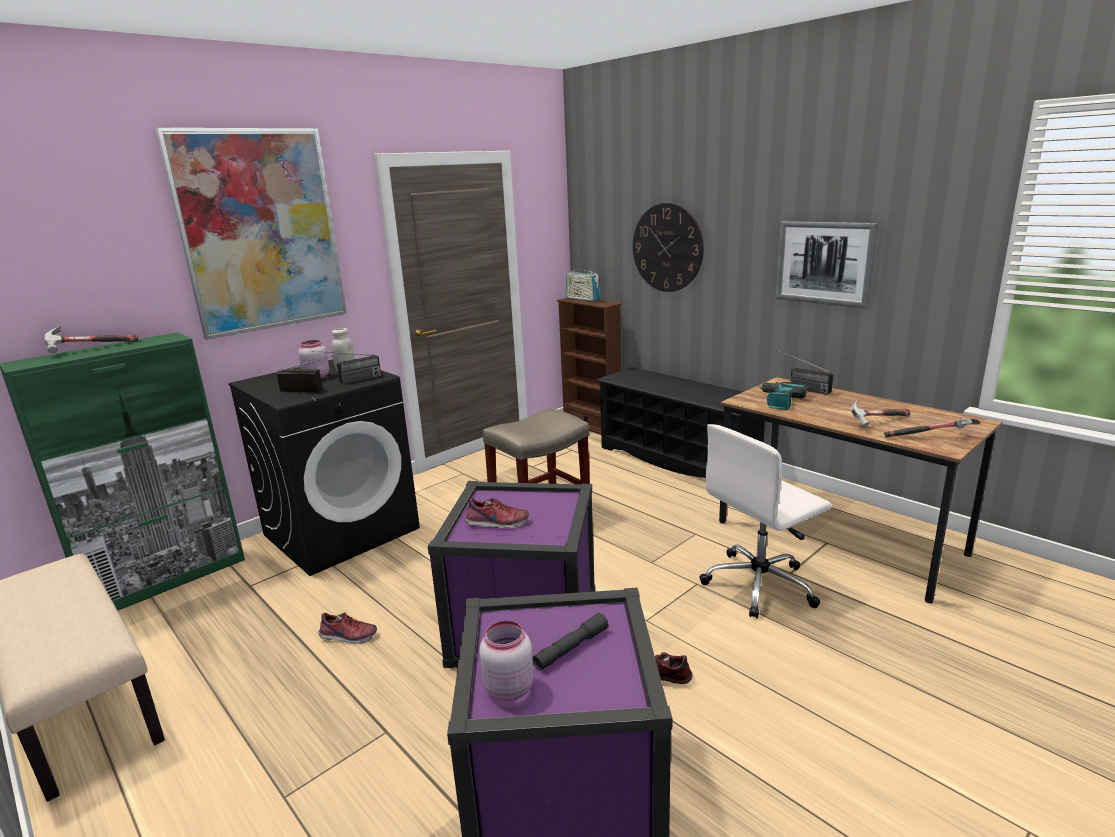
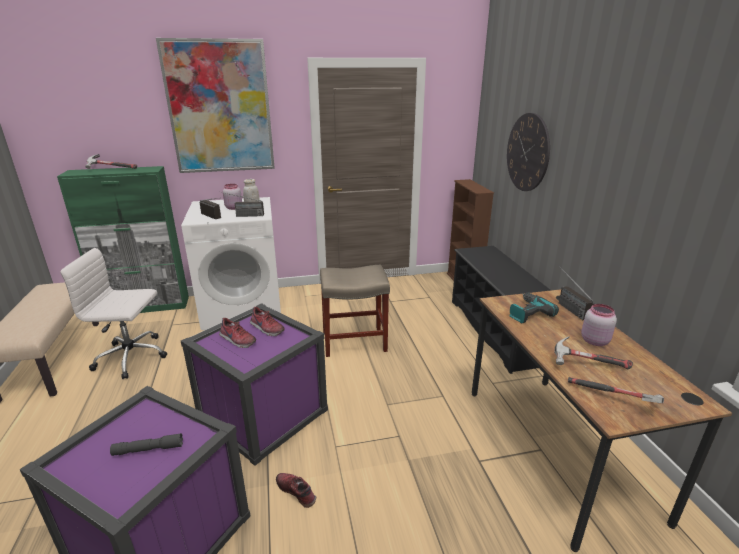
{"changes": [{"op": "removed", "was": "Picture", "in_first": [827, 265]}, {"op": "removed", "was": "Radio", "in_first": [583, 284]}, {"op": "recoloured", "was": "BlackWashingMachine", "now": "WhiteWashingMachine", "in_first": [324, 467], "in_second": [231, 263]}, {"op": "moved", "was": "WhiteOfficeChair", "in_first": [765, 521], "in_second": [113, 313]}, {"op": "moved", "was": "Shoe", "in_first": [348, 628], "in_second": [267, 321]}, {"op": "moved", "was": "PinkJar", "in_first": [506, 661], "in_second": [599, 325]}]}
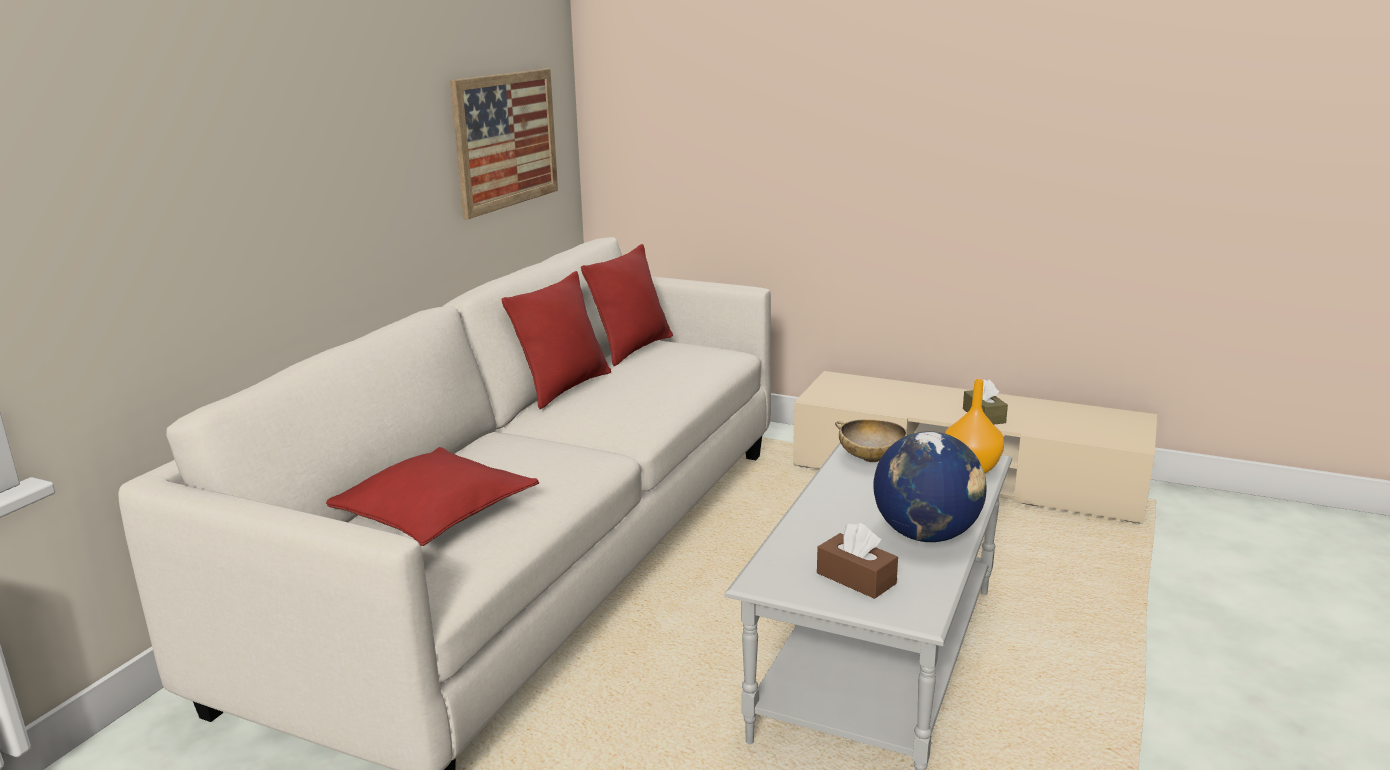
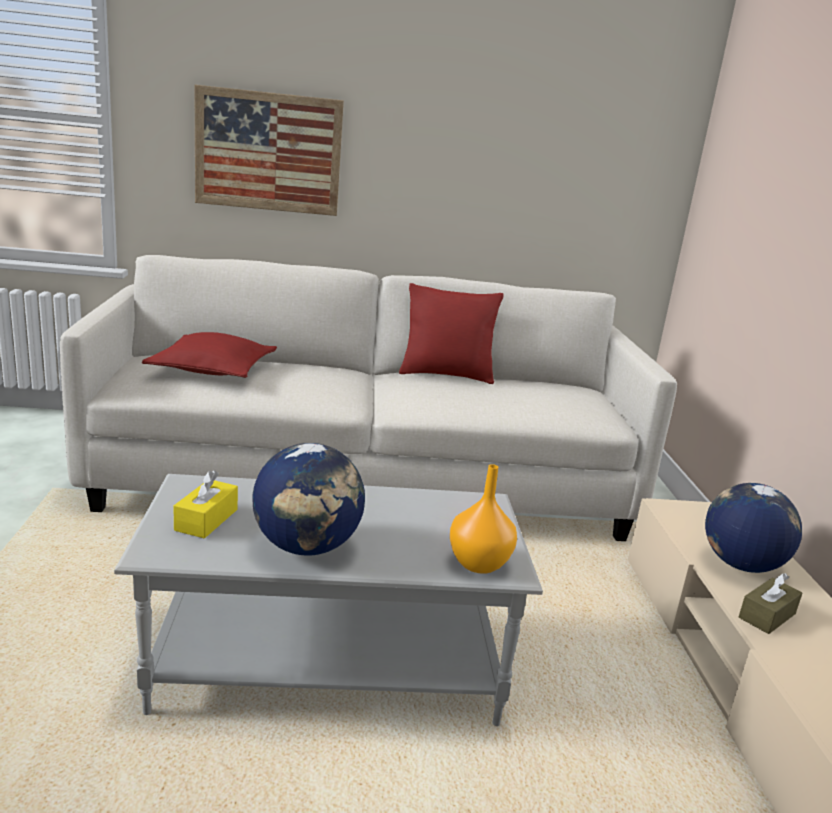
{"changes": [{"op": "moved", "was": "Picture", "in_first": [504, 144], "in_second": [269, 150]}, {"op": "removed", "was": "RedPillow", "in_first": [627, 305]}, {"op": "removed", "was": "BeigeBowl", "in_first": [871, 440]}, {"op": "recoloured", "was": "BrownTissueBox", "now": "YellowTissueBox", "in_first": [857, 561], "in_second": [205, 504]}, {"op": "added", "now": "Globe", "in_second": [753, 528]}]}
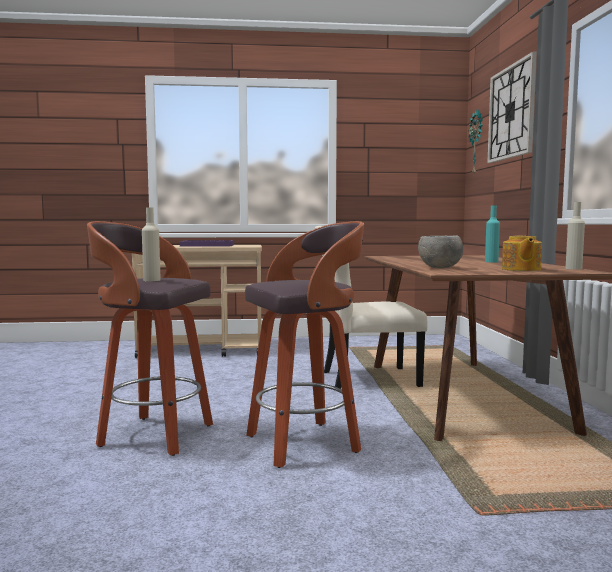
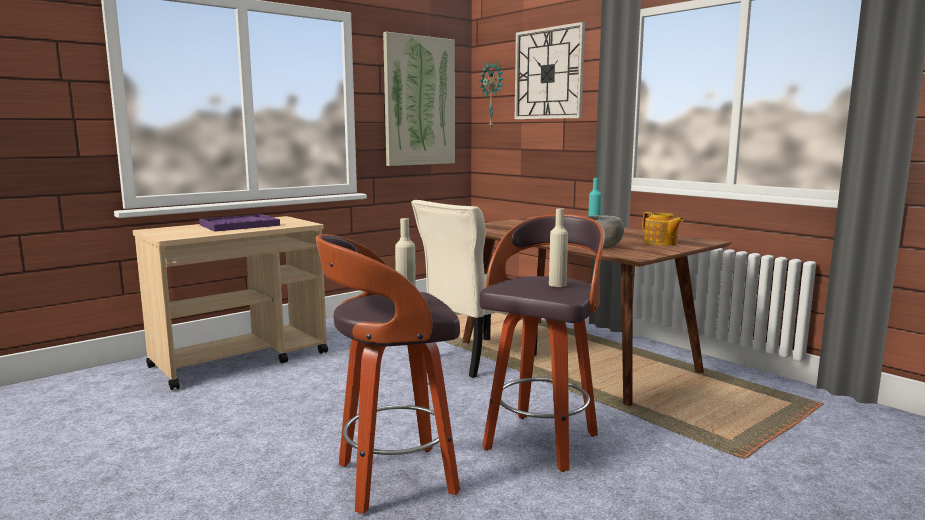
{"changes": [{"op": "moved", "was": "BeigeBottle", "in_first": [575, 236], "in_second": [558, 247]}, {"op": "added", "now": "Picture", "in_second": [419, 99]}]}
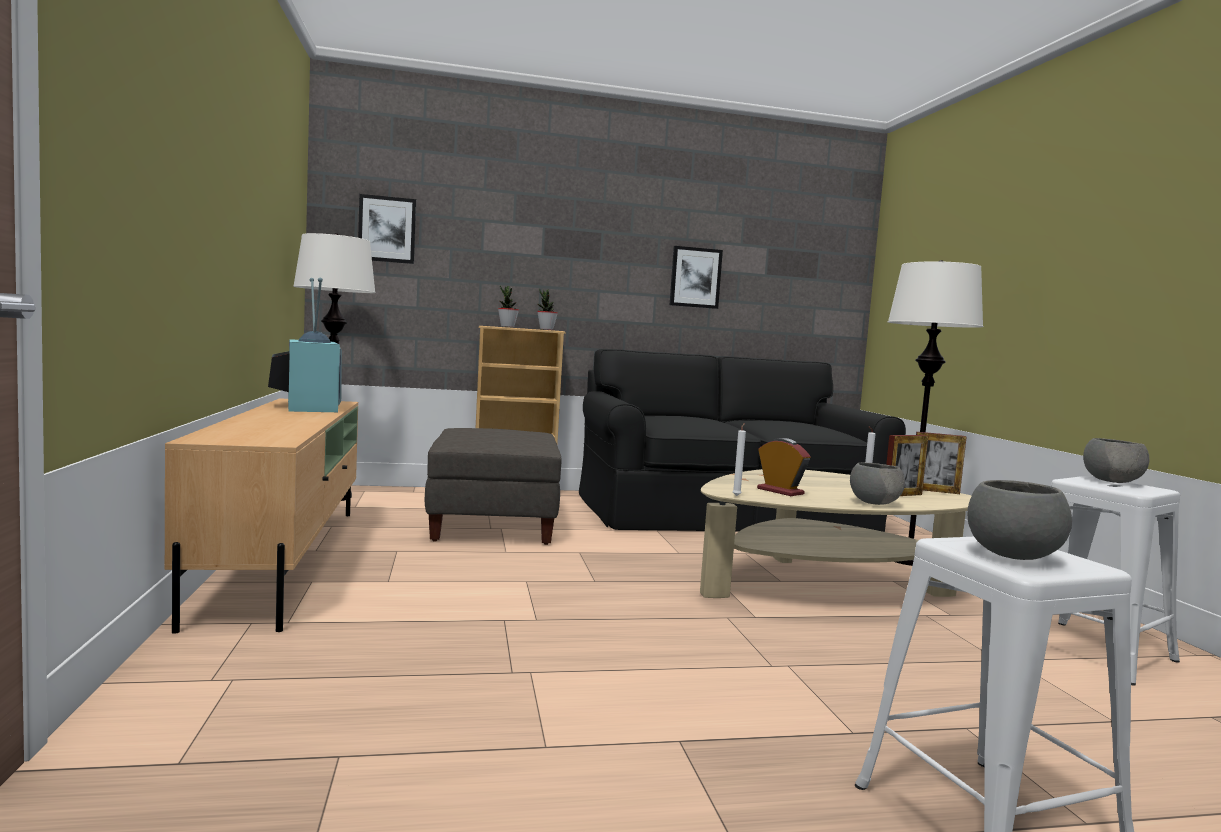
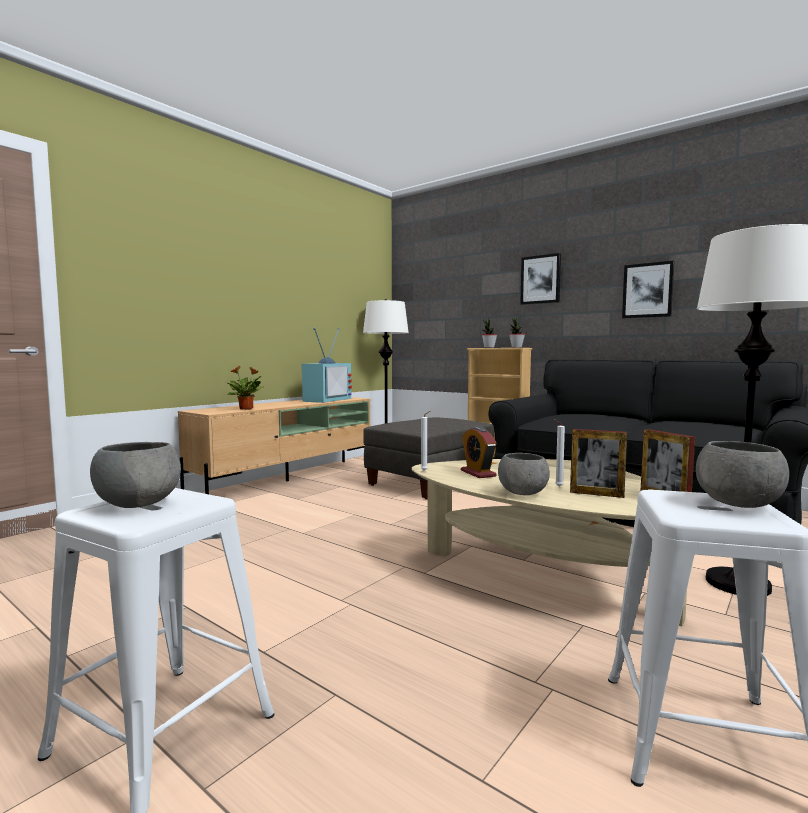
{"changes": [{"op": "moved", "was": "Picture", "in_first": [387, 229], "in_second": [540, 279]}, {"op": "turned", "was": "AlarmClock", "in_first": [783, 467], "in_second": [479, 452], "clockwise": 150}, {"op": "added", "now": "PottedPlant", "in_second": [245, 388]}]}
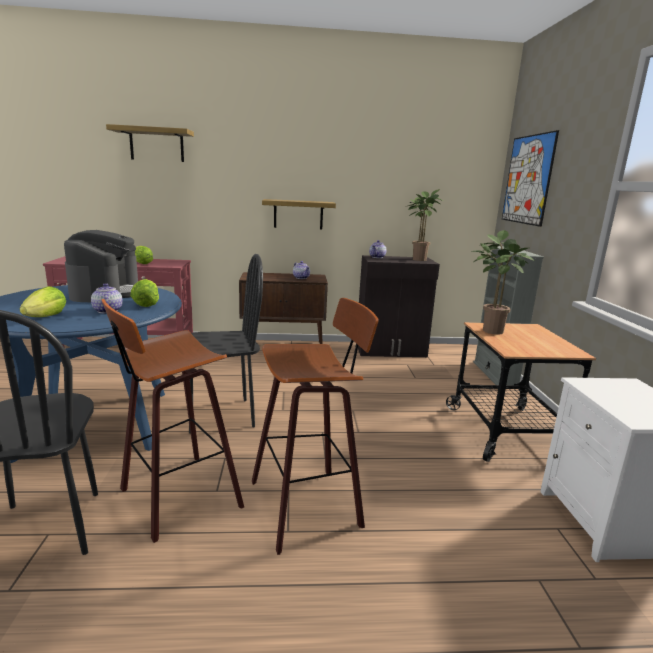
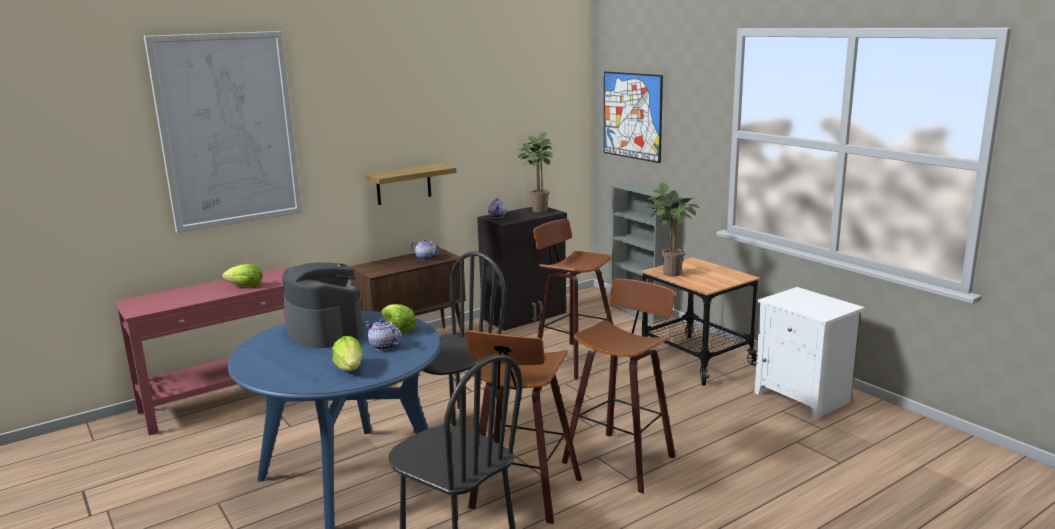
{"changes": [{"op": "replaced", "was": "Shelf", "now": "Picture", "in_first": [150, 143], "in_second": [223, 132]}, {"op": "added", "now": "Stool", "in_second": [575, 299]}]}
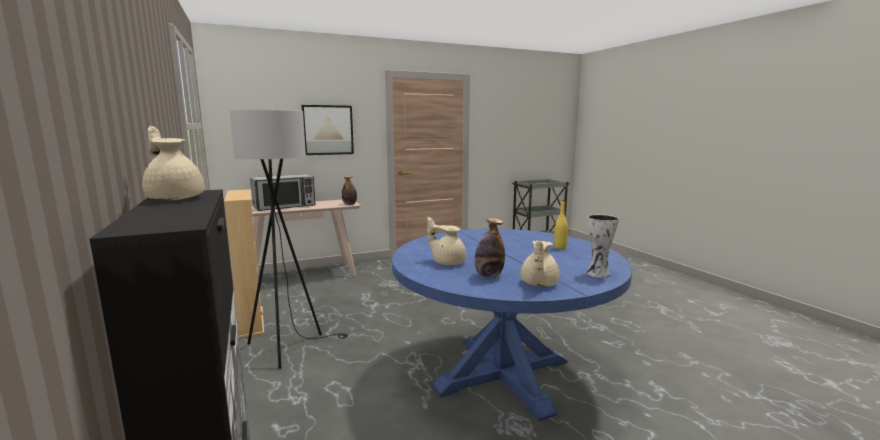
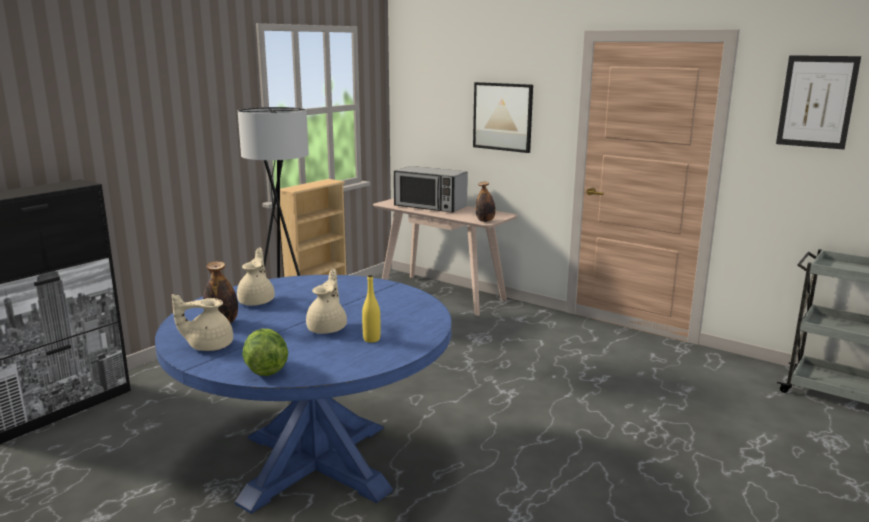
{"changes": [{"op": "moved", "was": "BeigeTeapot", "in_first": [173, 163], "in_second": [326, 301]}, {"op": "replaced", "was": "Vase", "now": "Lettuce", "in_first": [603, 246], "in_second": [265, 352]}, {"op": "added", "now": "Picture", "in_second": [818, 102]}]}
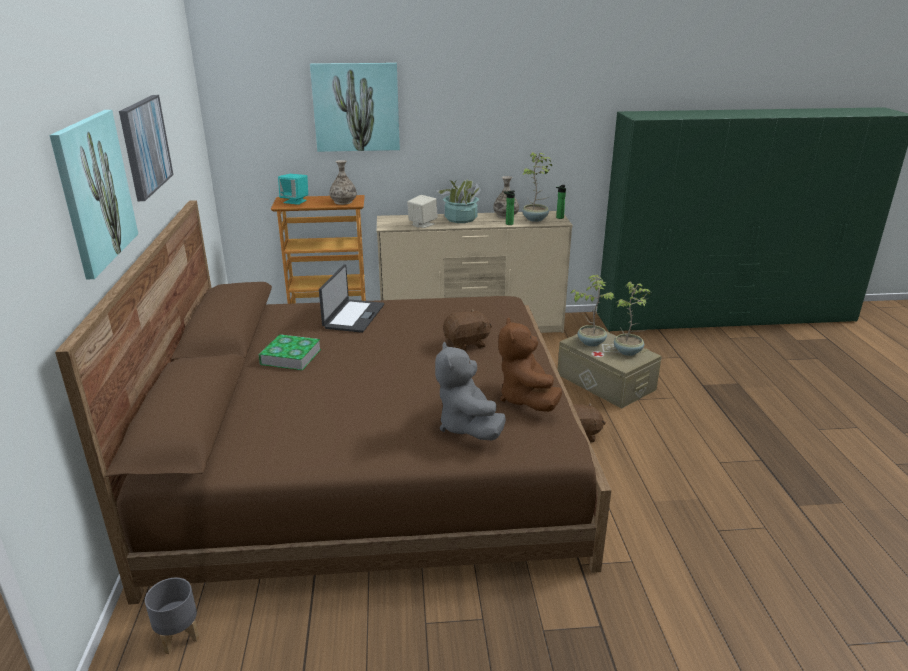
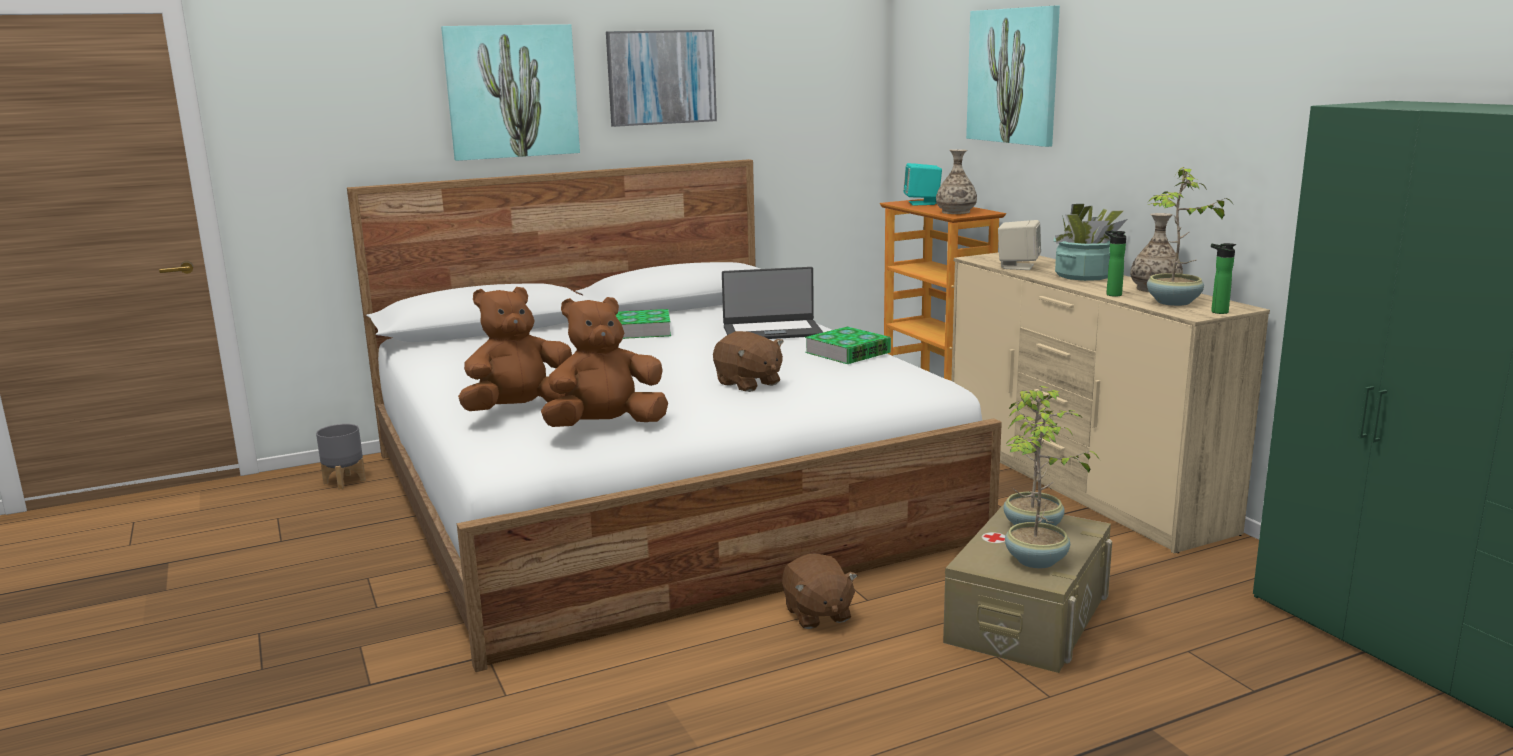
{"changes": [{"op": "recoloured", "was": "BrownBed", "now": "WhiteBed", "in_first": [333, 402], "in_second": [674, 415]}, {"op": "recoloured", "was": "GreyPlushToy", "now": "BrownPlushToy", "in_first": [470, 391], "in_second": [515, 349]}, {"op": "added", "now": "Book", "in_second": [848, 345]}]}
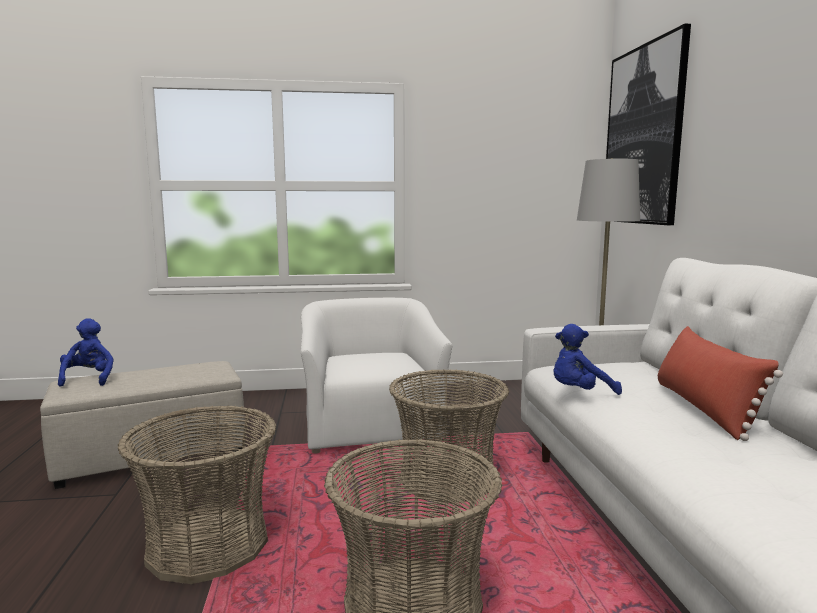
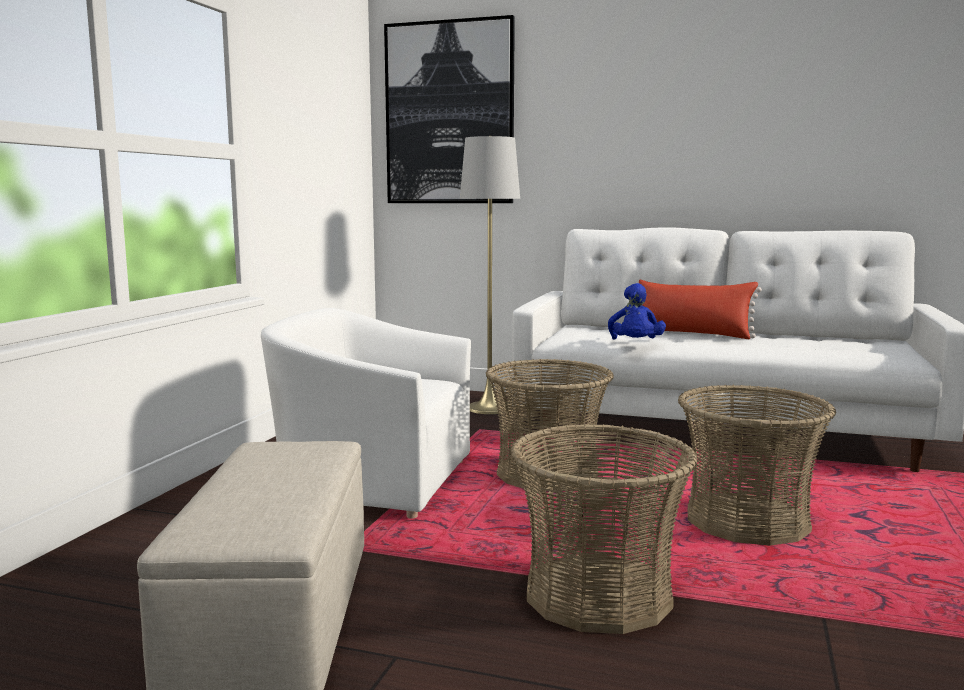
{"changes": [{"op": "removed", "was": "BluePlushToy", "in_first": [86, 352]}]}
